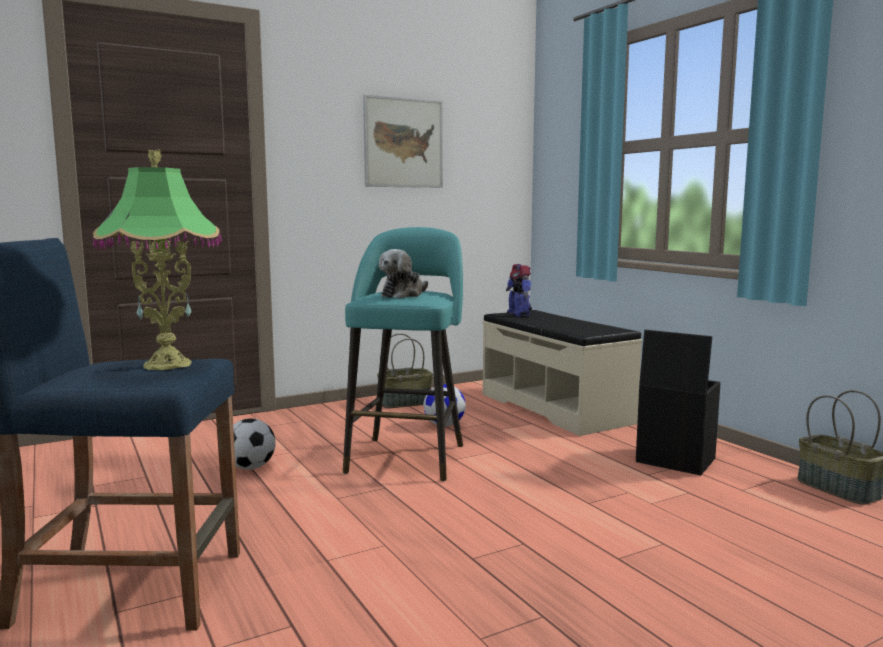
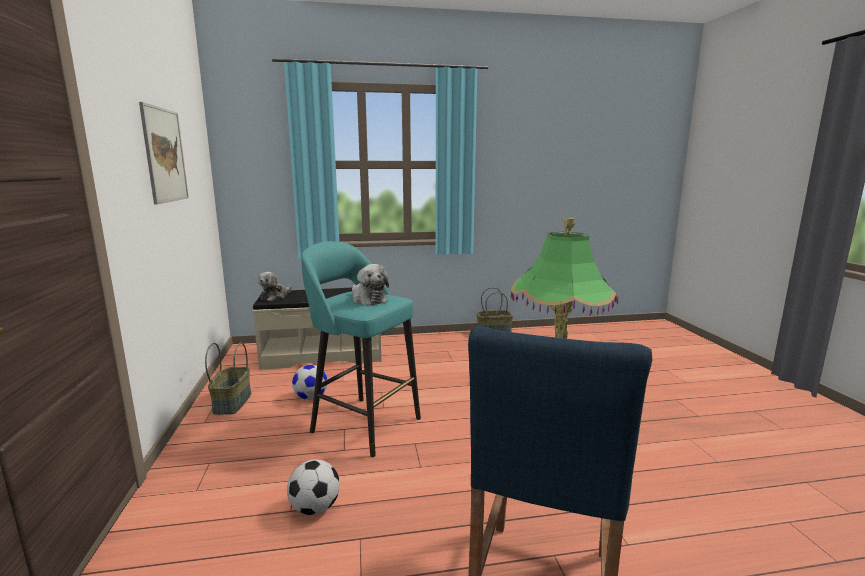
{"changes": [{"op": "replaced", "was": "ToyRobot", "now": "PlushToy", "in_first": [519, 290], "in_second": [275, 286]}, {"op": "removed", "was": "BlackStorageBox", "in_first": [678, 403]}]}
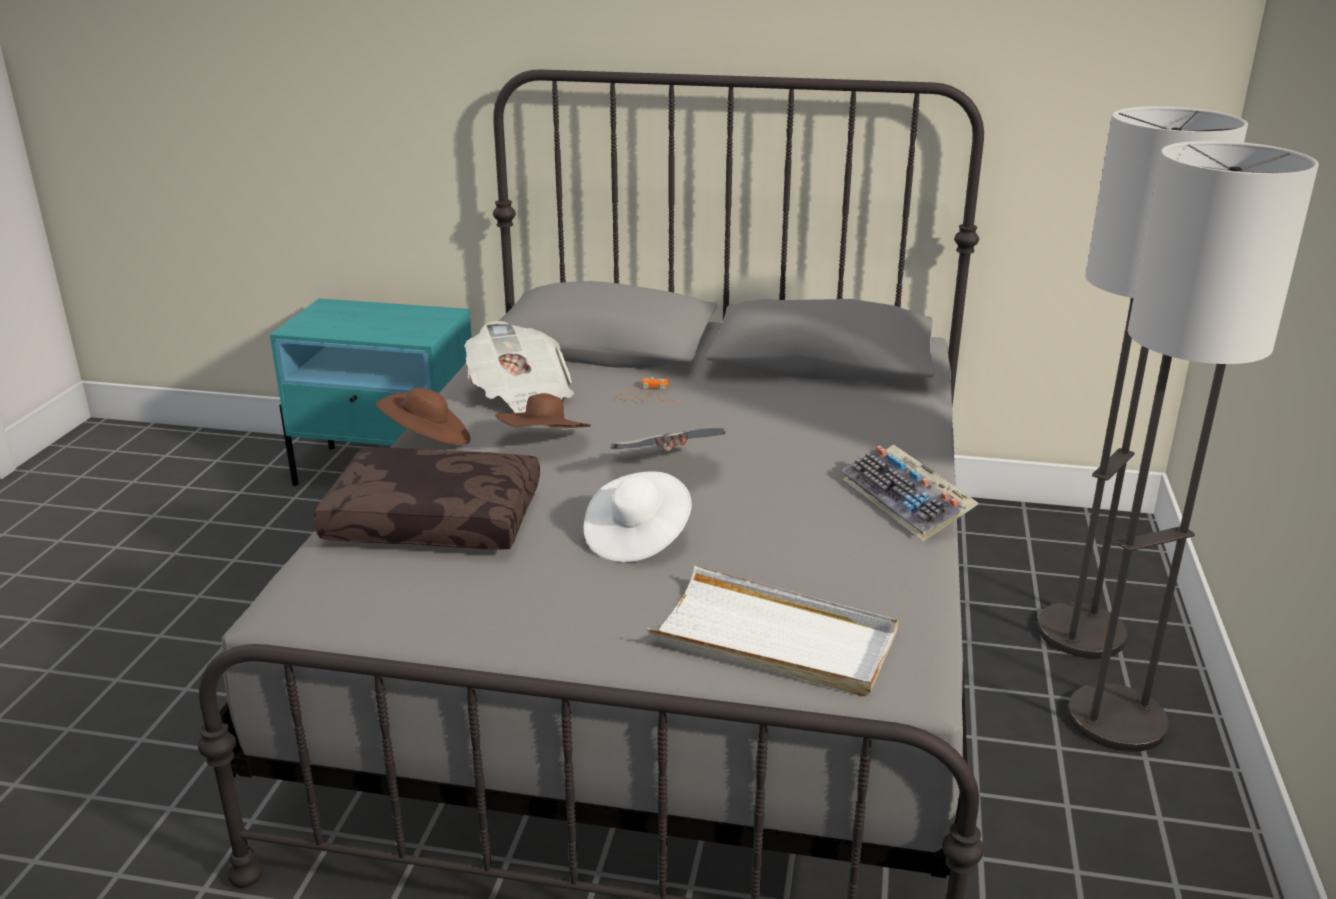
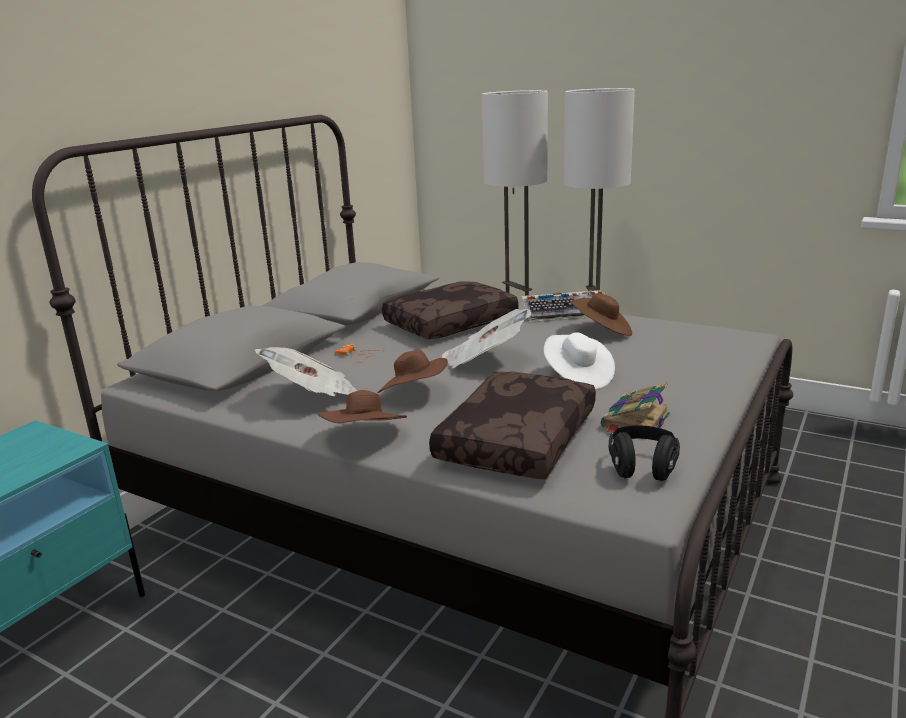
{"changes": [{"op": "removed", "was": "WhiteTray", "in_first": [772, 631]}, {"op": "added", "now": "BrownPillow", "in_second": [450, 310]}, {"op": "added", "now": "BrownHat", "in_second": [601, 314]}, {"op": "added", "now": "Book", "in_second": [635, 407]}, {"op": "added", "now": "BlackHeadphones", "in_second": [644, 453]}]}
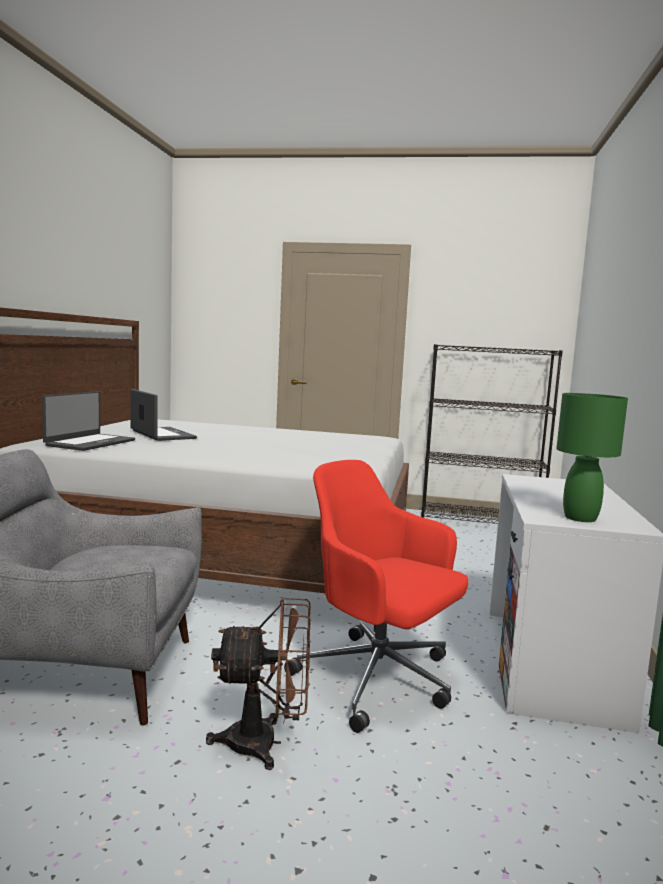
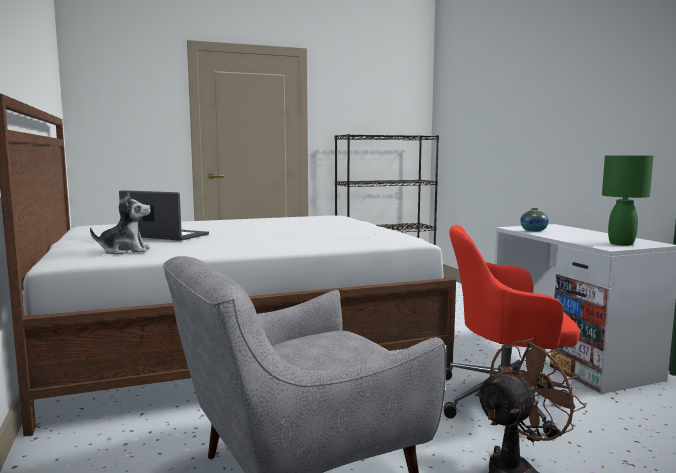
{"changes": [{"op": "replaced", "was": "Laptop", "now": "PlushToy", "in_first": [88, 421], "in_second": [120, 222]}, {"op": "added", "now": "Vase", "in_second": [534, 220]}]}
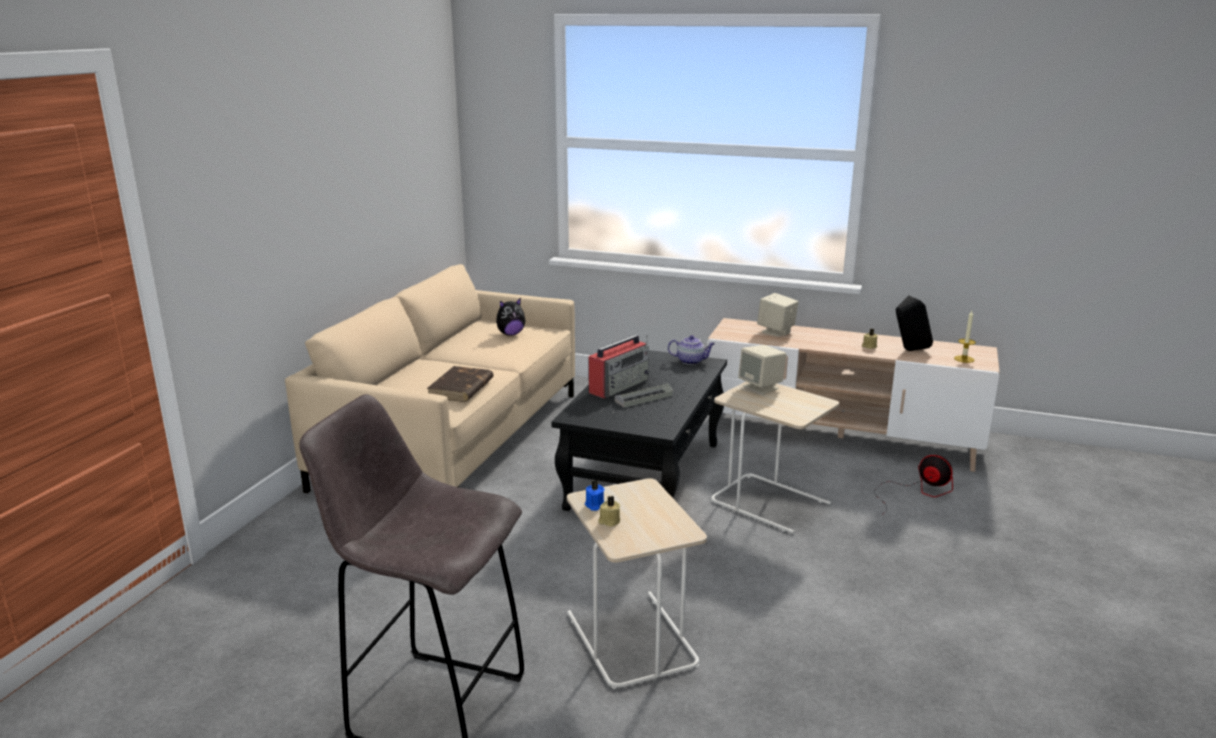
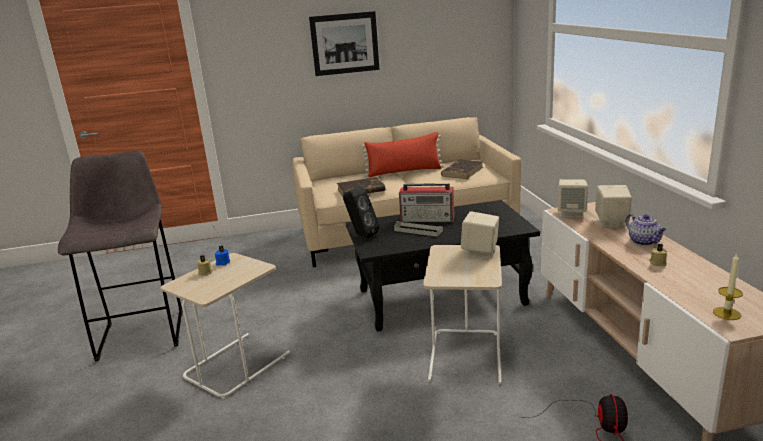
{"changes": [{"op": "moved", "was": "BlackSpeaker", "in_first": [914, 323], "in_second": [361, 212]}, {"op": "replaced", "was": "PlushToy", "now": "BrownBook", "in_first": [510, 317], "in_second": [462, 169]}, {"op": "moved", "was": "Teapot", "in_first": [691, 350], "in_second": [646, 230]}, {"op": "added", "now": "Picture", "in_second": [344, 43]}, {"op": "added", "now": "RedPillow", "in_second": [403, 154]}, {"op": "added", "now": "BeigeSpeaker", "in_second": [573, 198]}]}
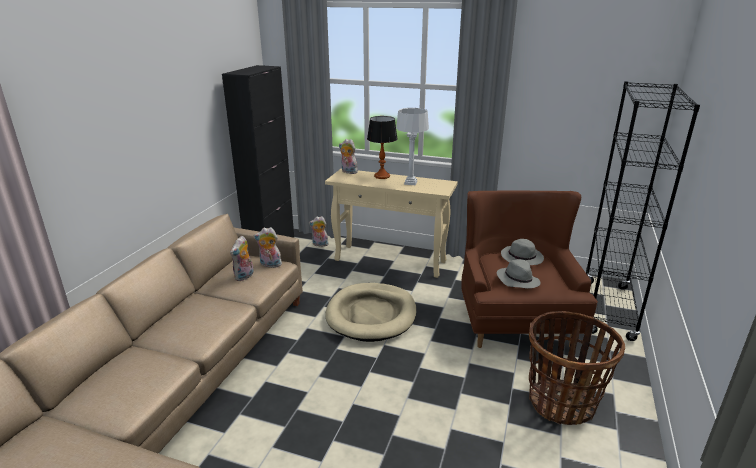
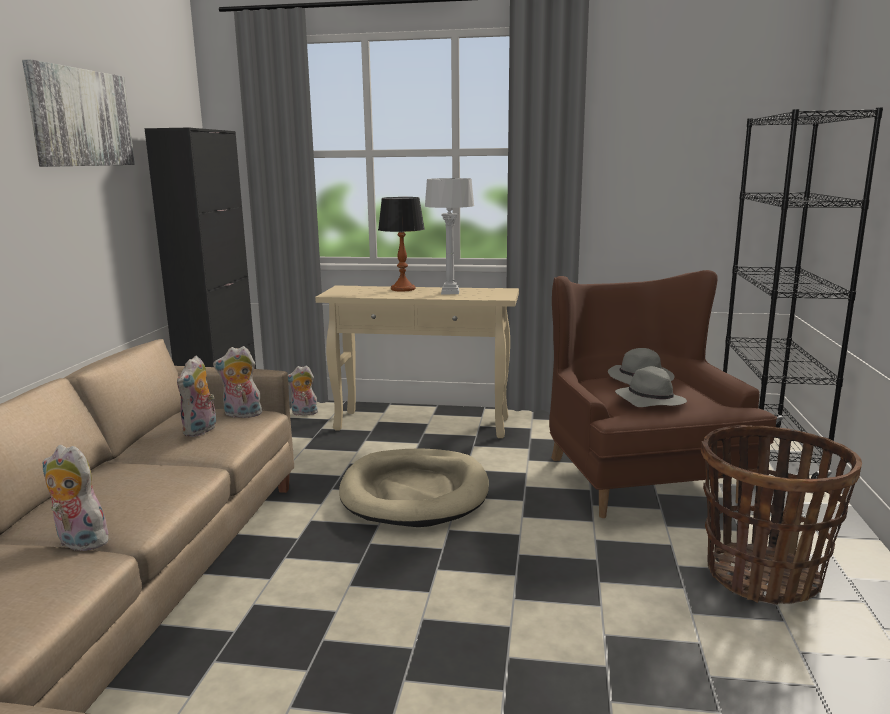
{"changes": [{"op": "moved", "was": "PlushToy", "in_first": [348, 156], "in_second": [76, 498]}, {"op": "added", "now": "Picture", "in_second": [78, 113]}]}
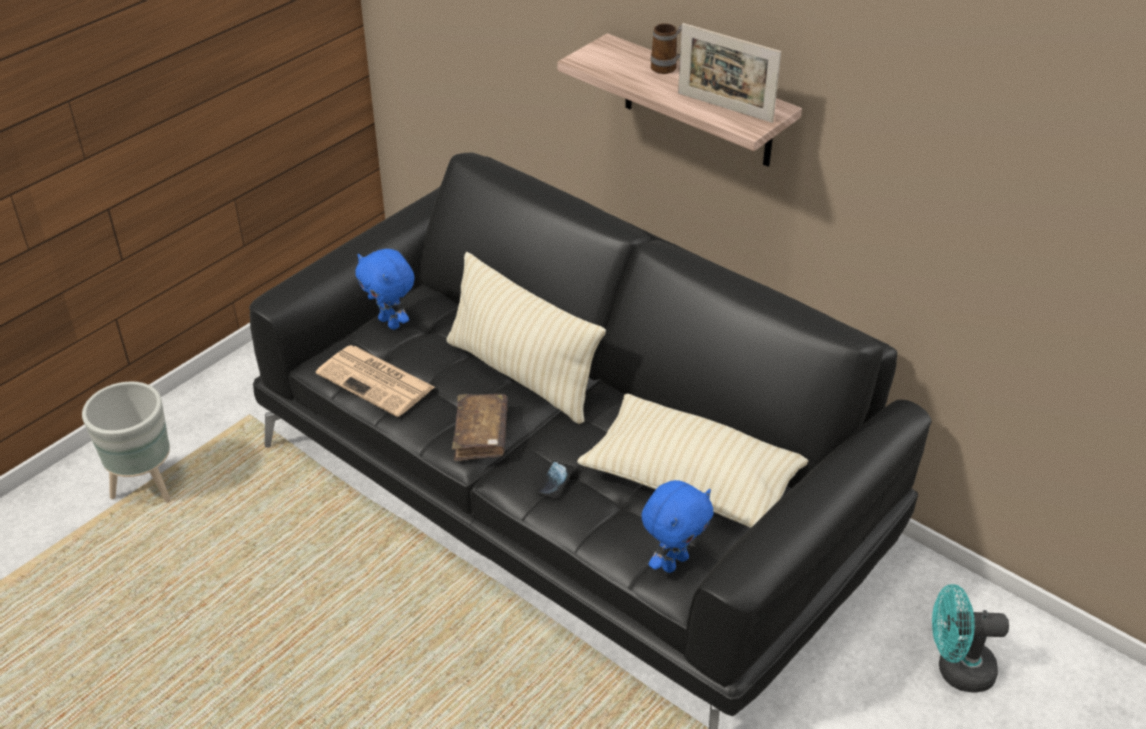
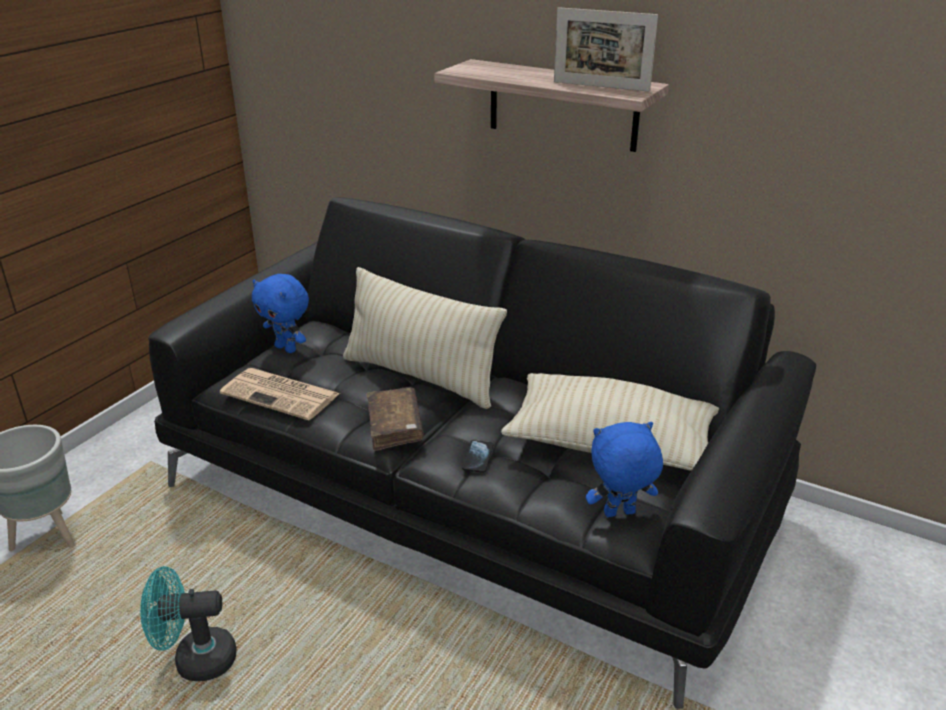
{"changes": [{"op": "removed", "was": "Mug", "in_first": [666, 48]}, {"op": "turned", "was": "BluePlushToy", "in_first": [677, 526], "in_second": [624, 469], "clockwise": -135}, {"op": "moved", "was": "TurquoiseFan", "in_first": [970, 638], "in_second": [188, 623]}]}
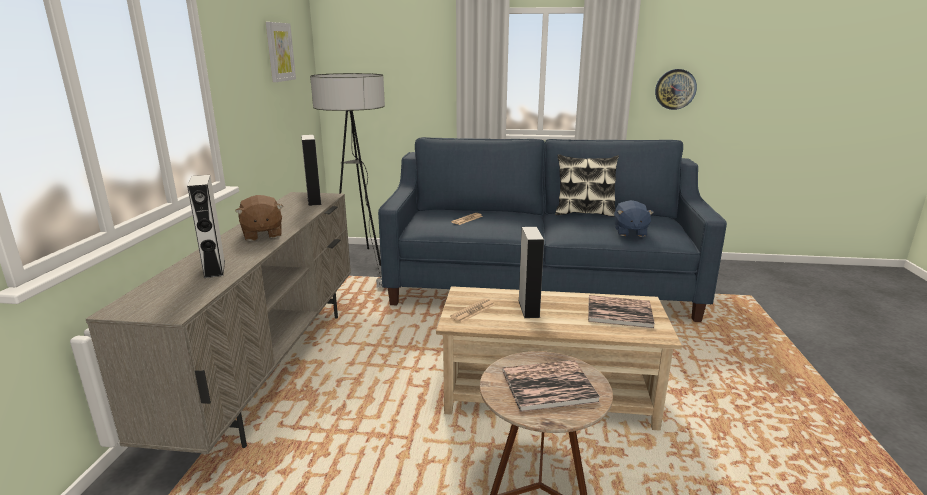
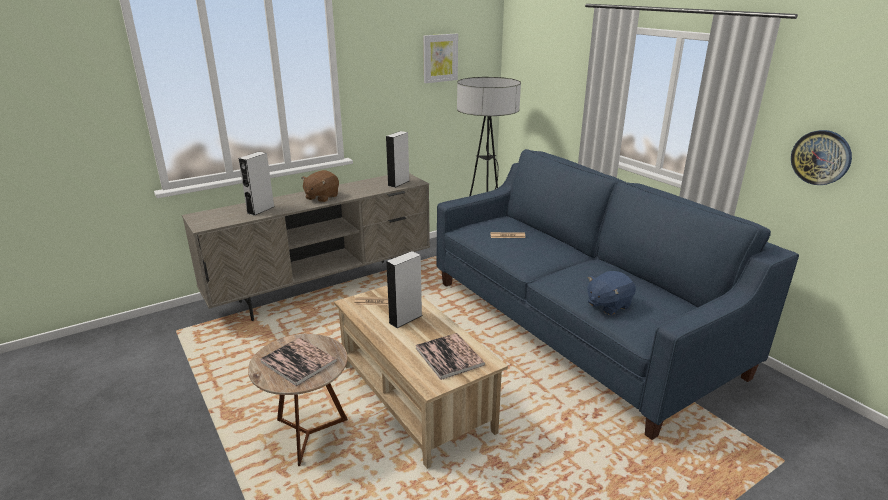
{"changes": [{"op": "removed", "was": "Pillow", "in_first": [587, 185]}]}
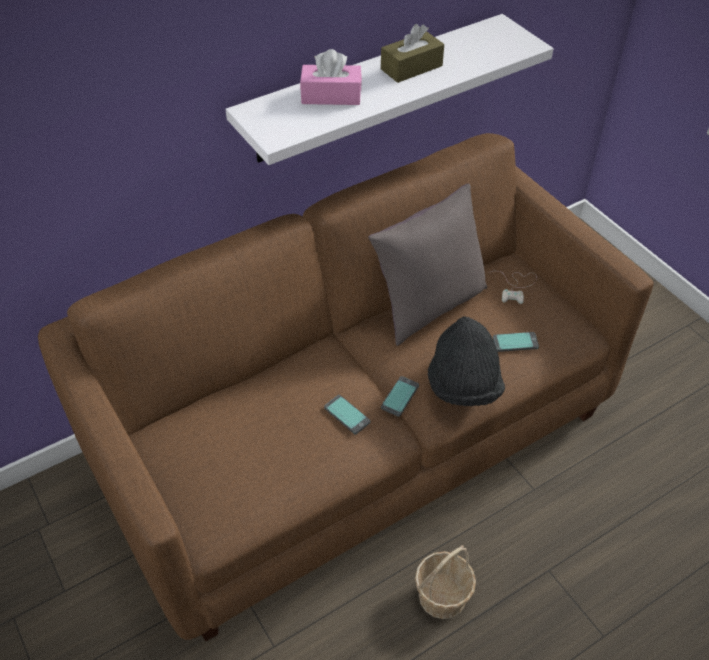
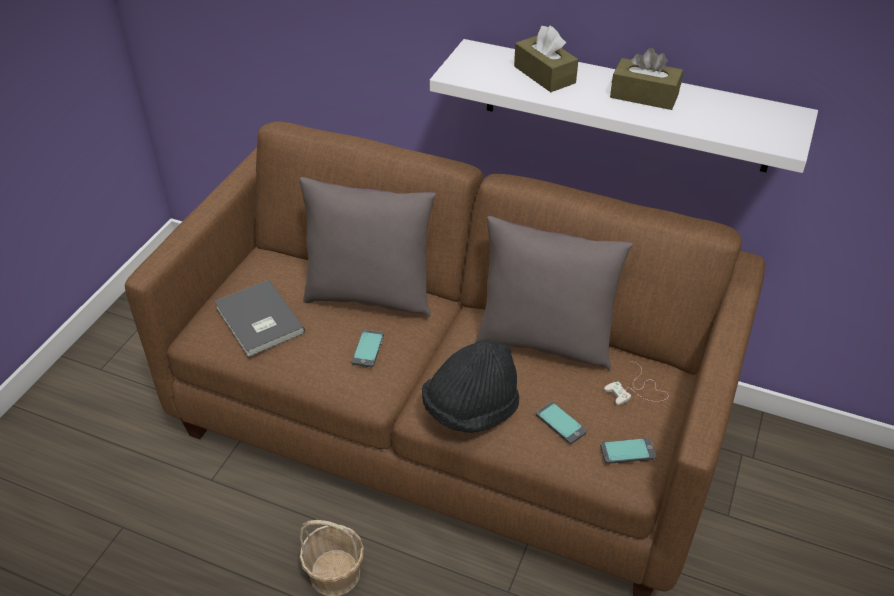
{"changes": [{"op": "recoloured", "was": "PinkTissueBox", "now": "BrownTissueBox", "in_first": [331, 77], "in_second": [546, 58]}, {"op": "moved", "was": "Phone", "in_first": [400, 396], "in_second": [628, 451]}, {"op": "added", "now": "GreyPillow", "in_second": [367, 247]}, {"op": "added", "now": "GreyBook", "in_second": [259, 318]}]}
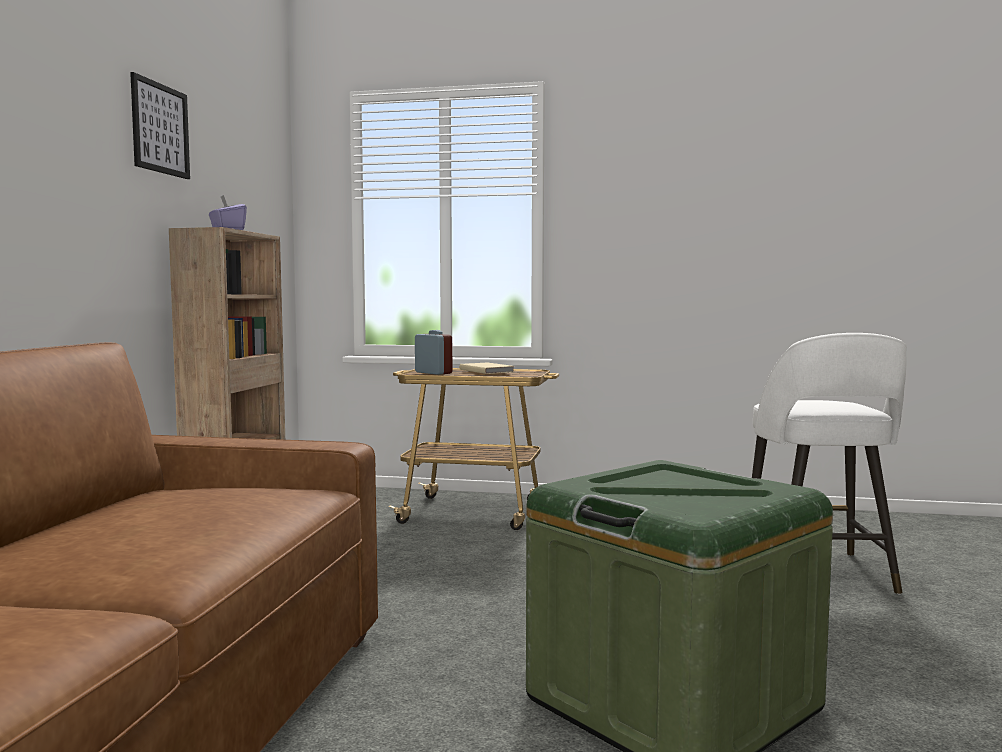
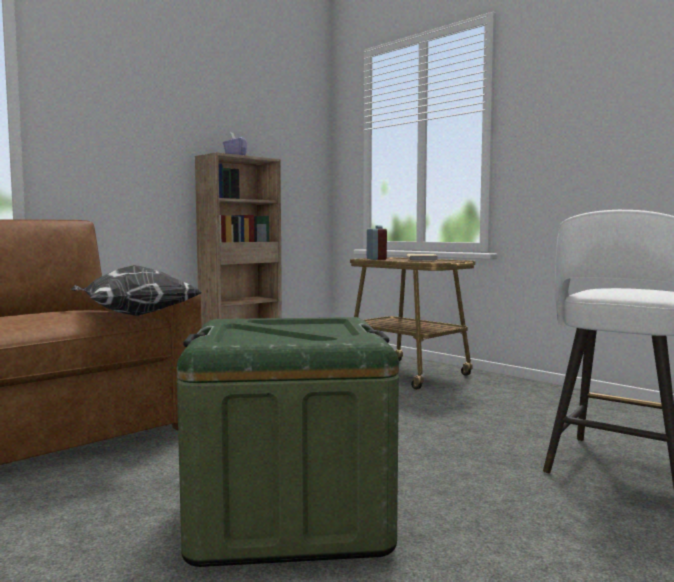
{"changes": [{"op": "removed", "was": "Picture", "in_first": [160, 125]}, {"op": "added", "now": "Pillow", "in_second": [136, 290]}]}
